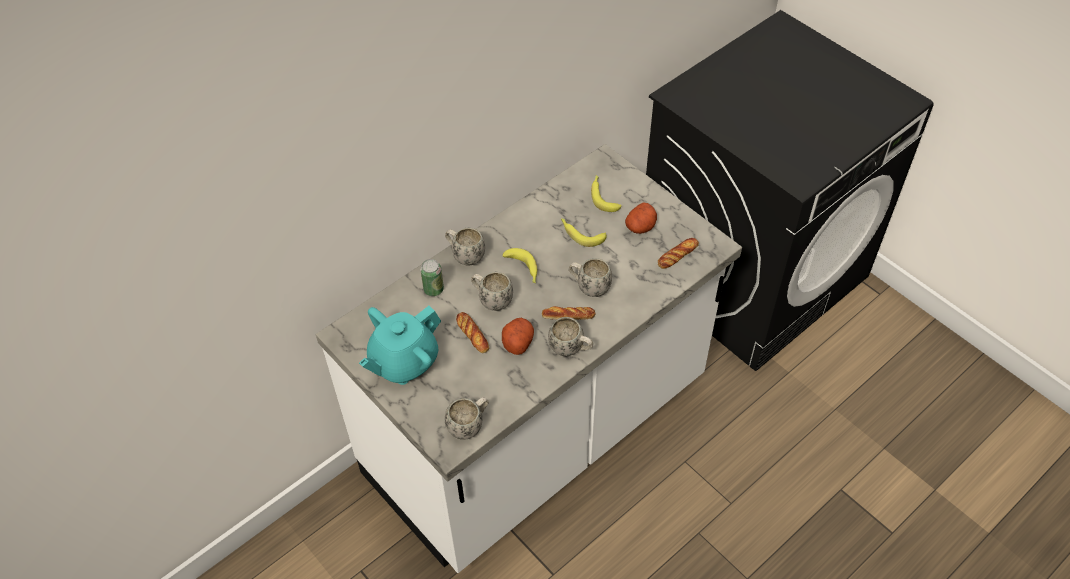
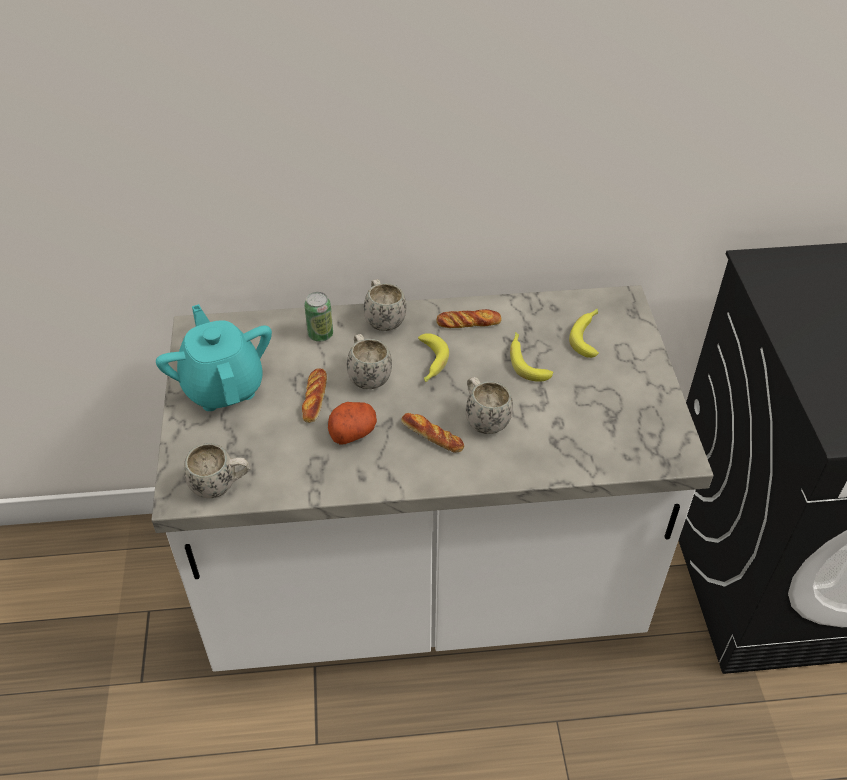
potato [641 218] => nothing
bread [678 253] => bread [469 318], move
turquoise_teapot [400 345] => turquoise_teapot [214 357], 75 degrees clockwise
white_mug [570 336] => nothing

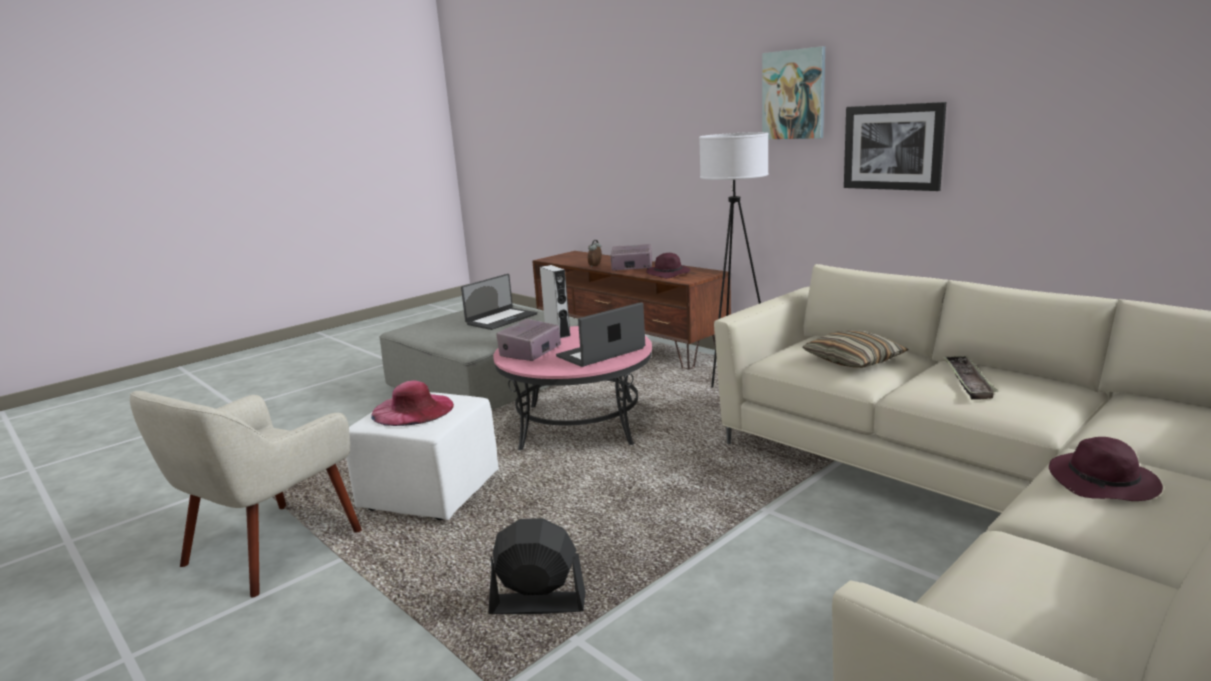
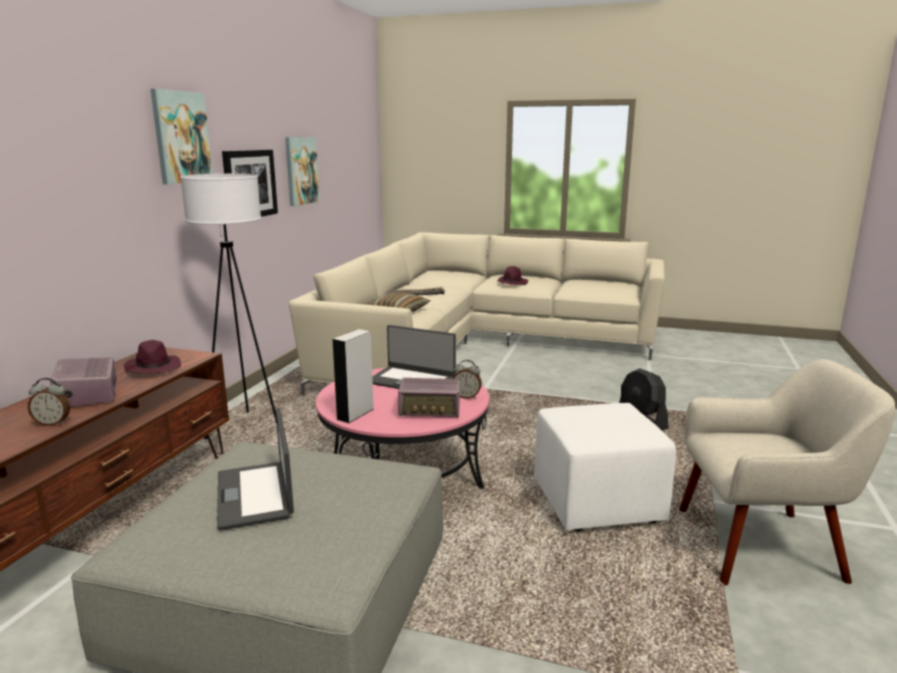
laptop [499 302] => laptop [255 469], 120 degrees counterclockwise
pink_hat [412 403] => nothing
nothing => picture [302 171]
nothing => alarm_clock [467 379]

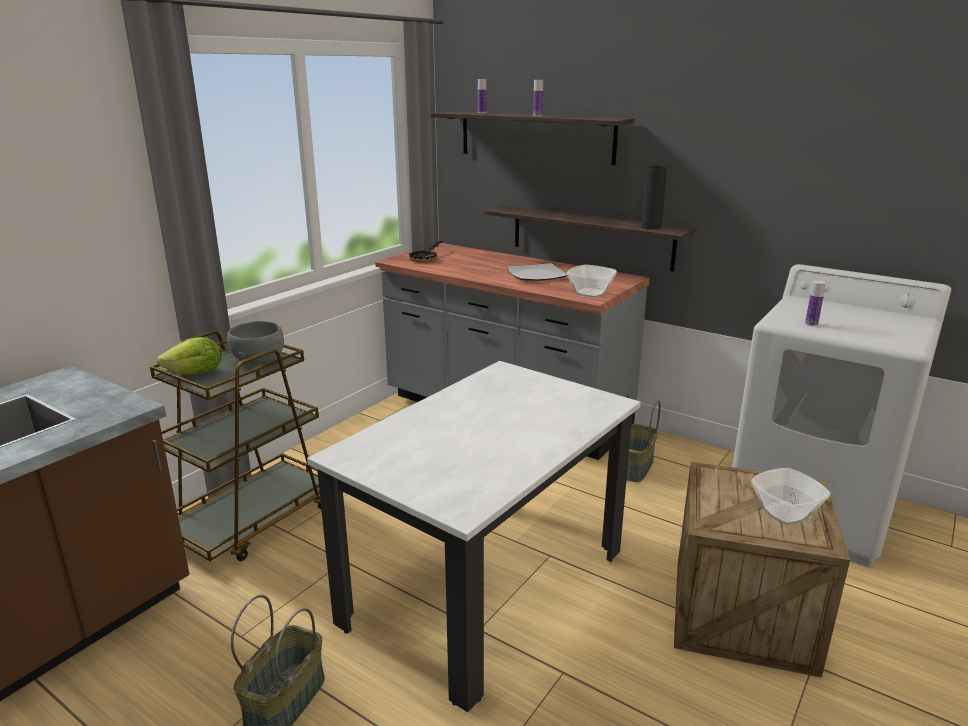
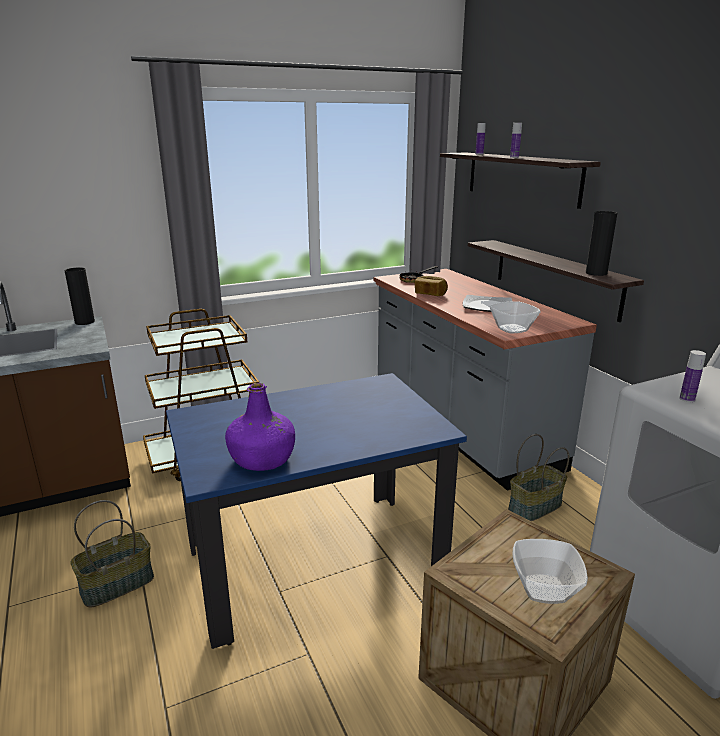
grey_bowl [255 342] => nothing
lettuce [189 356] => nothing
white_dining_table [474 536] => blue_dining_table [316 511]
nothing => black_vase [80 296]
nothing => bread [431 286]
nothing => purple_bottle [260 427]

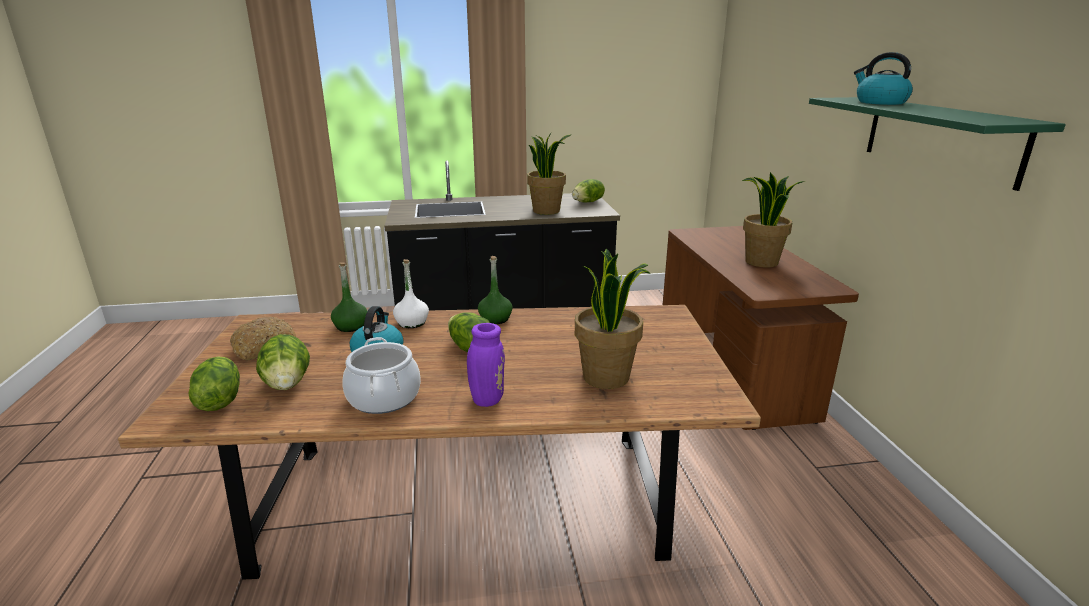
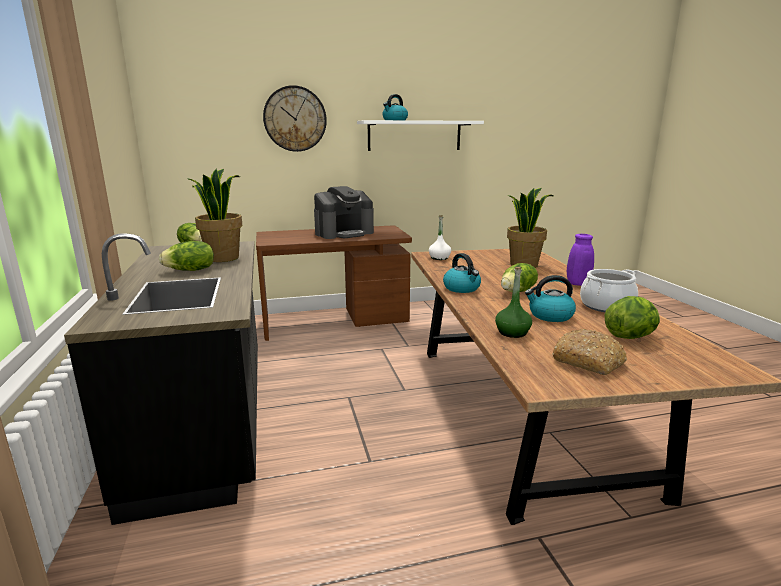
green_shelf [937 144] => white_shelf [420 135]
potted_plant [773 220] => coffee_machine [344 212]
green_bottle [495 290] => kettle [462 273]
white_bottle [411 293] => white_bottle [440 237], move
lettuce [214 383] => lettuce [186 256], move
nothing => wall_clock [295 118]

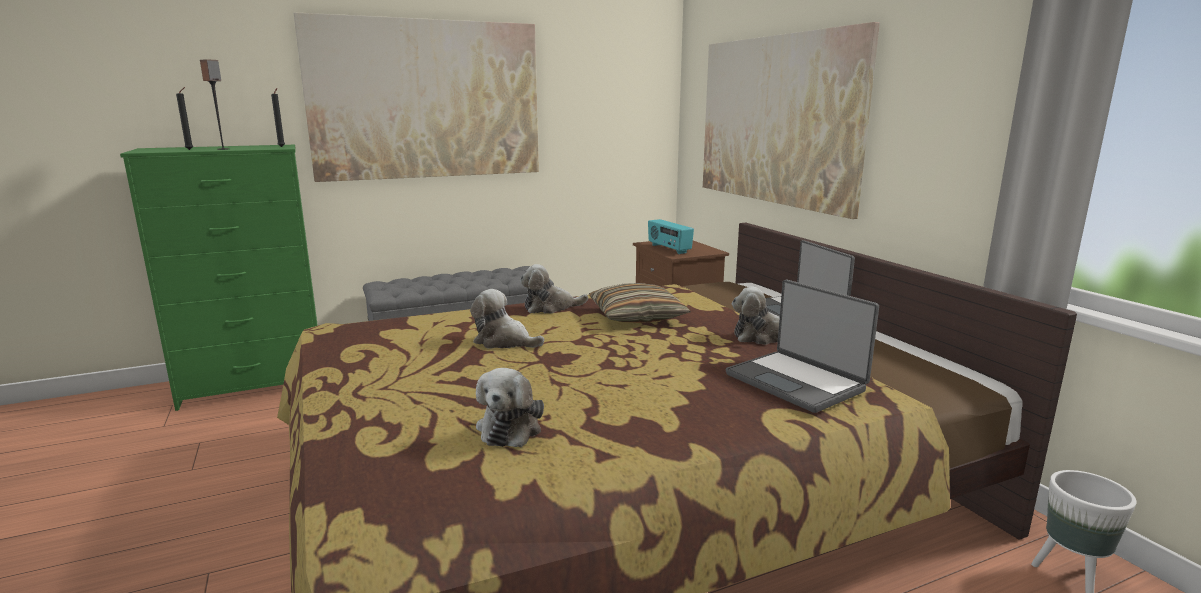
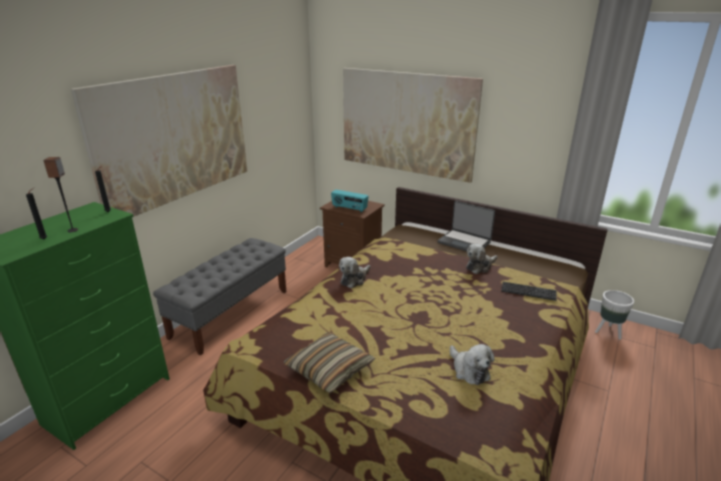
laptop [802 346] => keyboard [529 291]
pillow [639 303] => pillow [329 362], move
plush_toy [507 319] => nothing

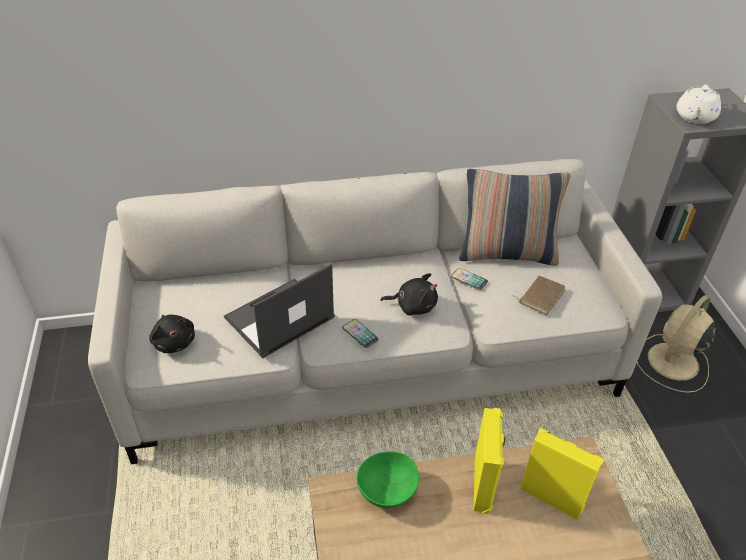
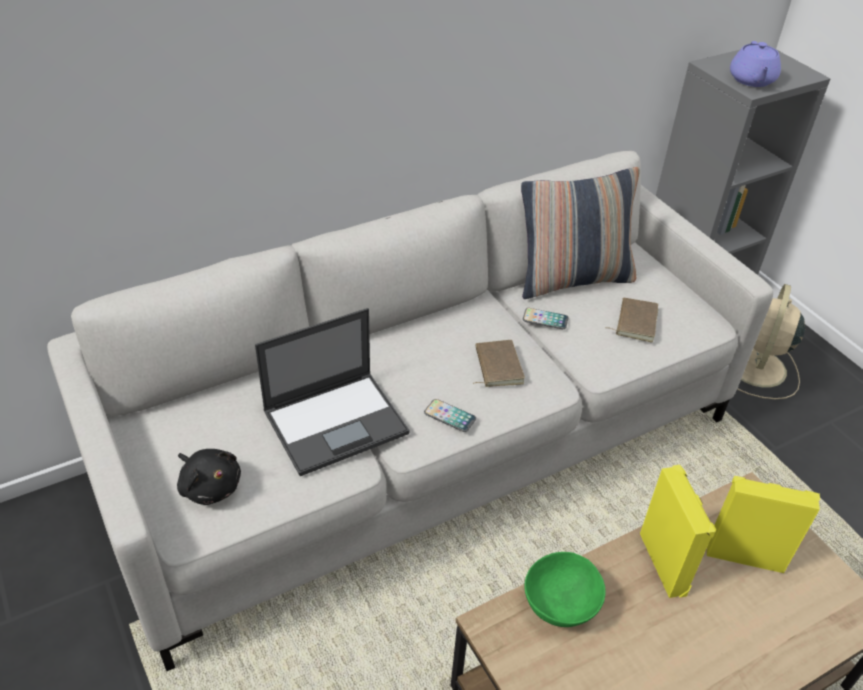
white_teapot [698 104] => purple_teapot [755 64]
laptop [279 311] => laptop [332 392], 150 degrees counterclockwise
black_plush_toy [409 294] => brown_book [499 363]

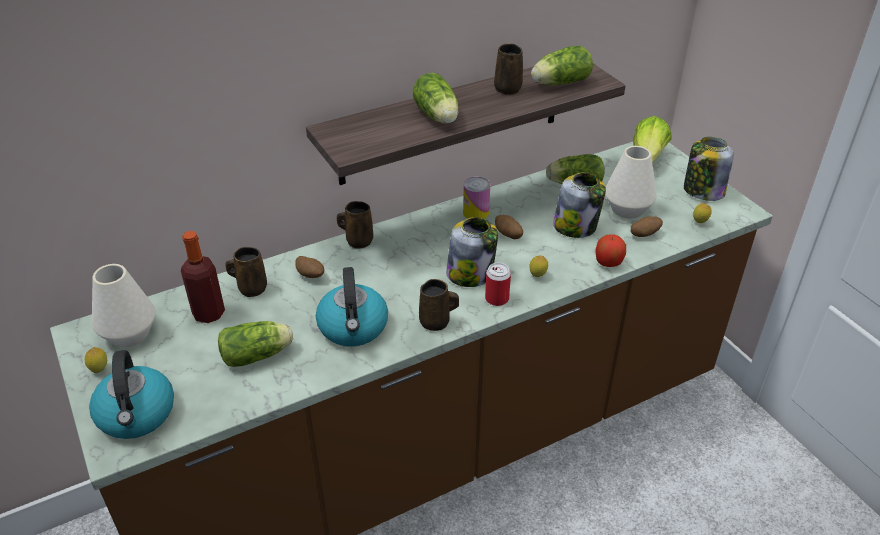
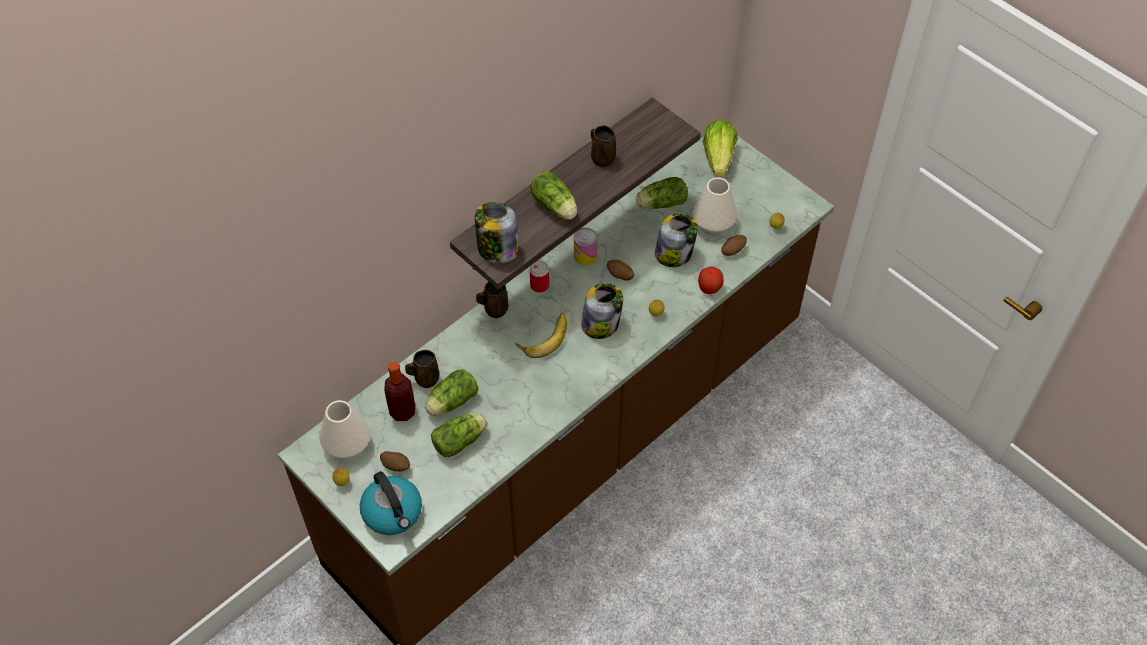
lettuce [562 65] => lettuce [451 392], move
jar [709 169] => jar [497 232], move
potato [309 267] => potato [395 461], move
can [498 284] => can [539 276], move
kettle [352 306] => nothing
brown_mug [439 305] => nothing
nothing => banana [541 335]

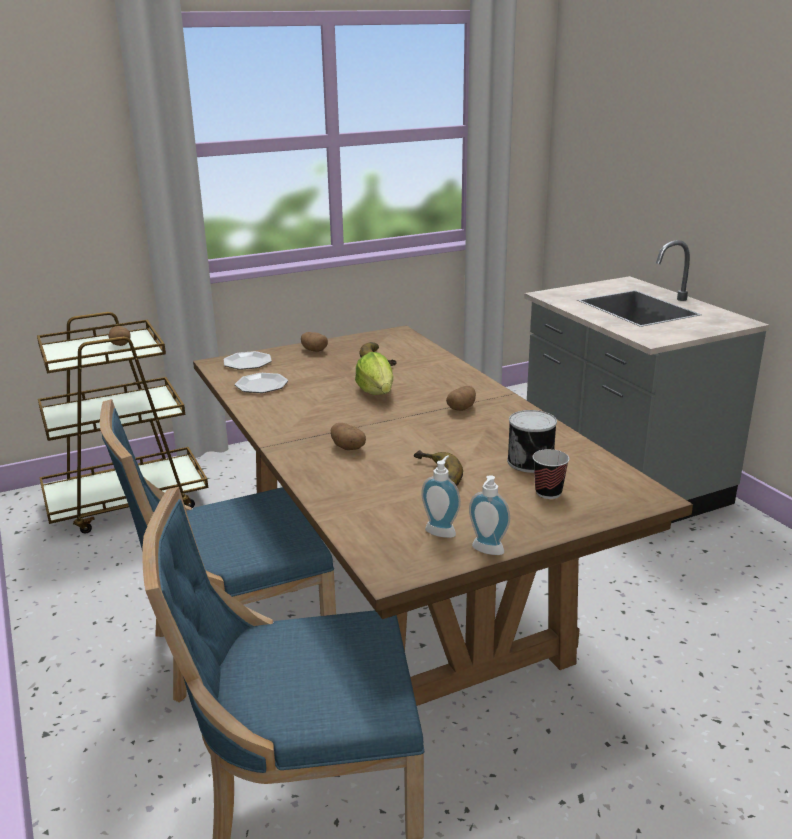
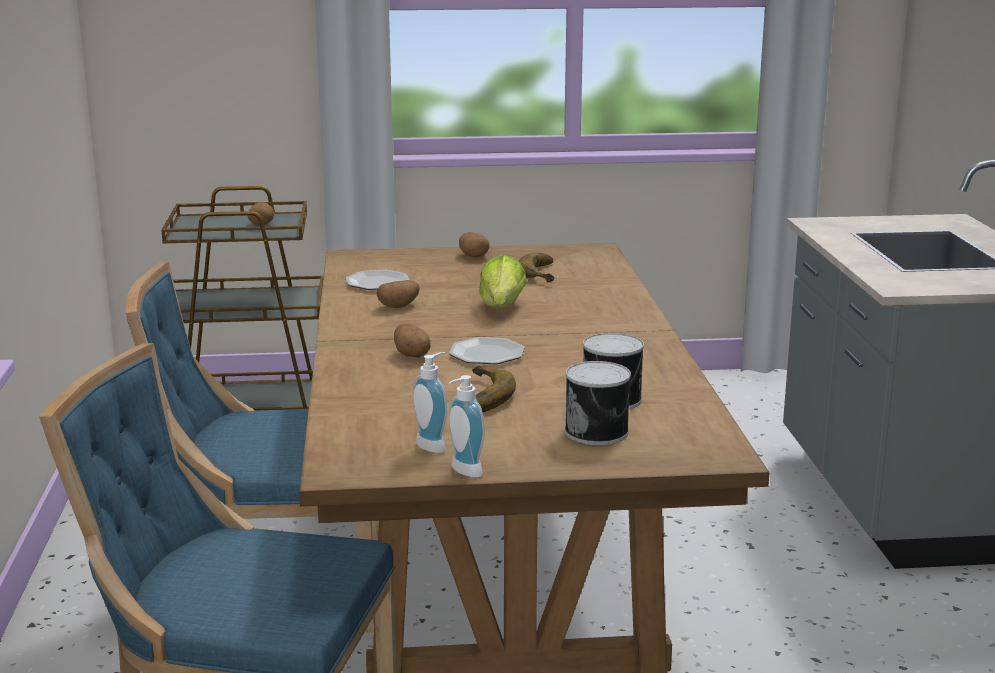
plate [247 360] => plate [487 350], move
potato [461 398] => potato [398 294], move
cup [551 474] => can [598 403]

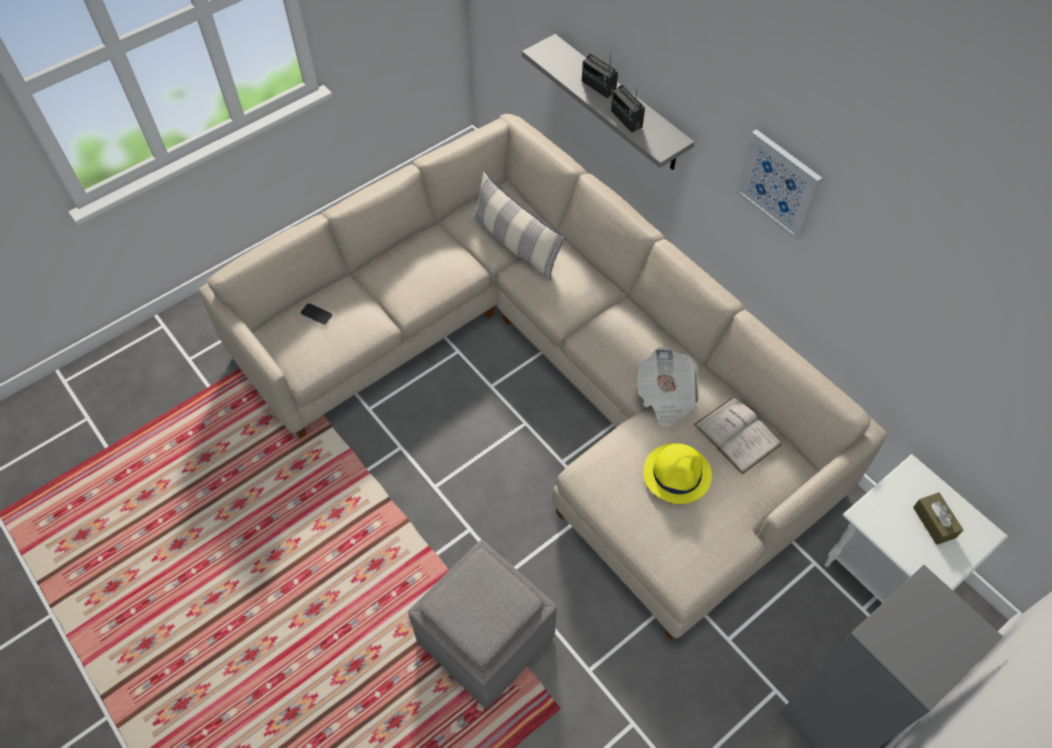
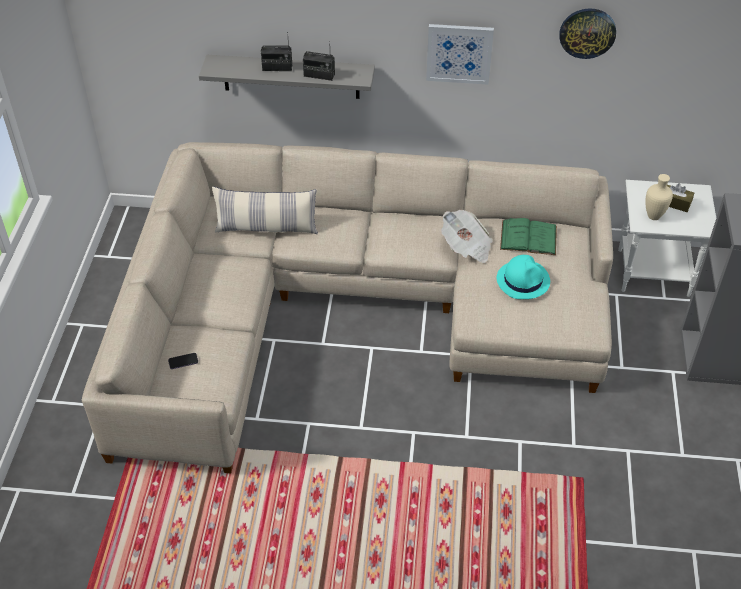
white_book [738 436] => green_book [528 236]
yellow_hat [677 473] => turquoise_hat [523 277]
grey_ottoman [482 624] => nothing
nothing => wall_clock [587 33]
nothing => beige_vase [659 197]

